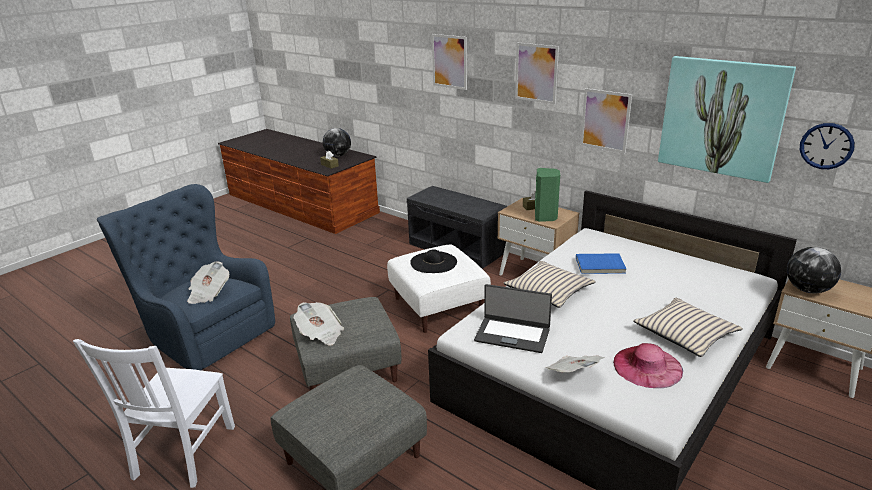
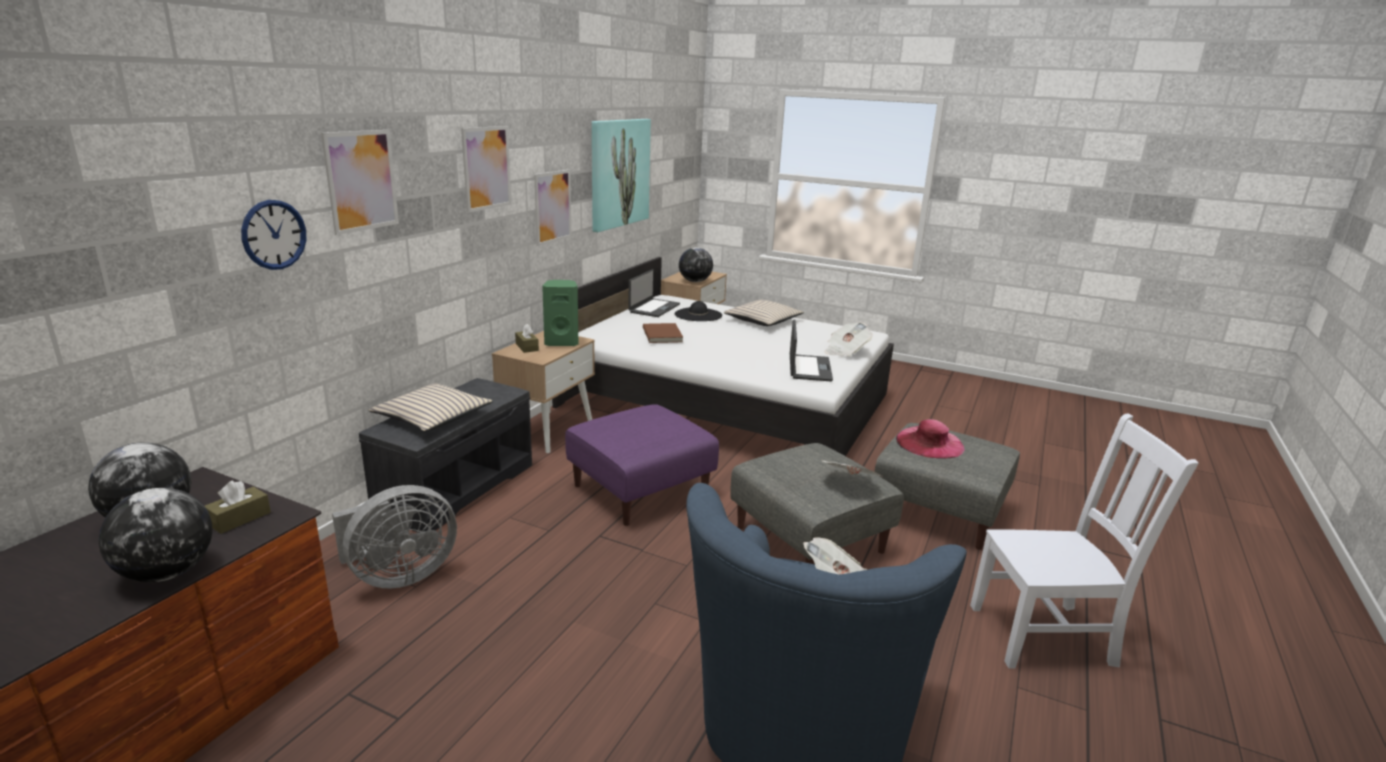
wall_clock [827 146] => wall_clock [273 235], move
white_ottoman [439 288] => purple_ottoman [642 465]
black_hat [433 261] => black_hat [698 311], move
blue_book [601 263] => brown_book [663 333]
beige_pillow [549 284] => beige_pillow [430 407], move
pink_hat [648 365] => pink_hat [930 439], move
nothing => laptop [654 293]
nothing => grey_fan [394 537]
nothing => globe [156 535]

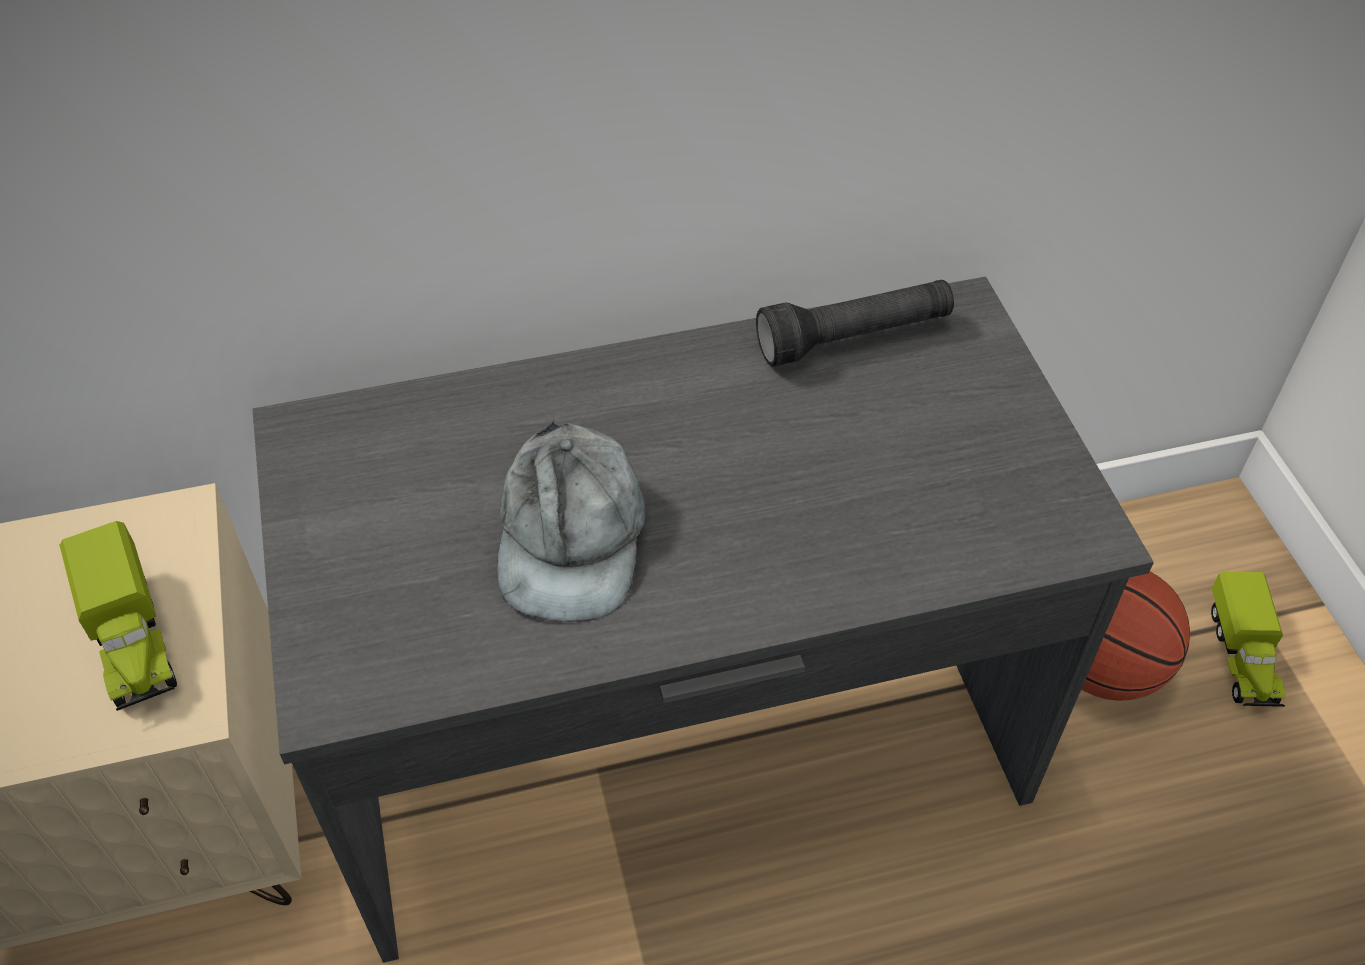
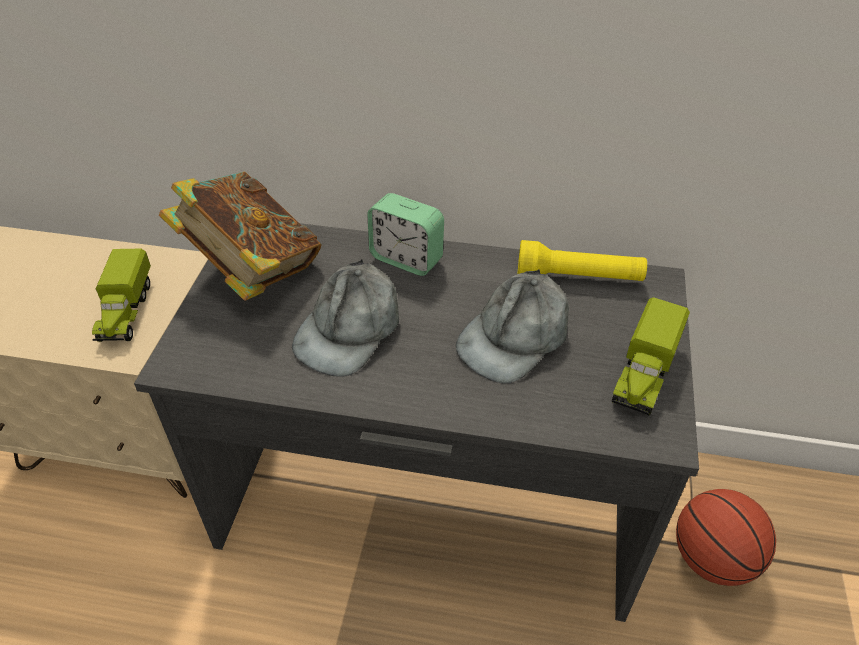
black_flashlight [855 323] => yellow_flashlight [582 260]
toy_truck [1248 639] => toy_truck [650 356], move
nothing => book [240 236]
nothing => alarm_clock [405 234]
nothing => grey_cap [512 326]

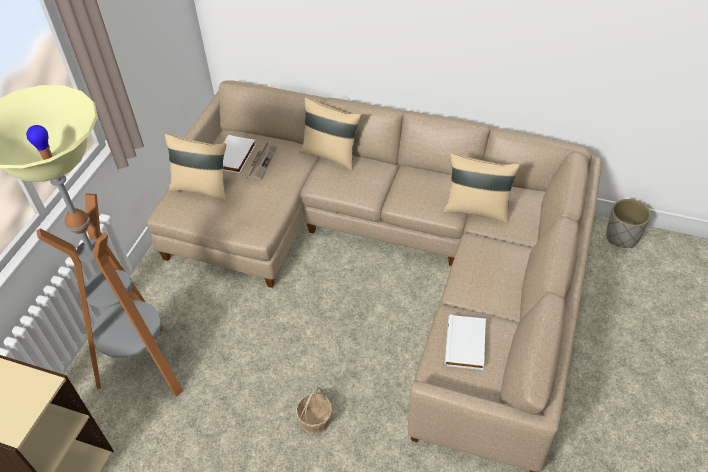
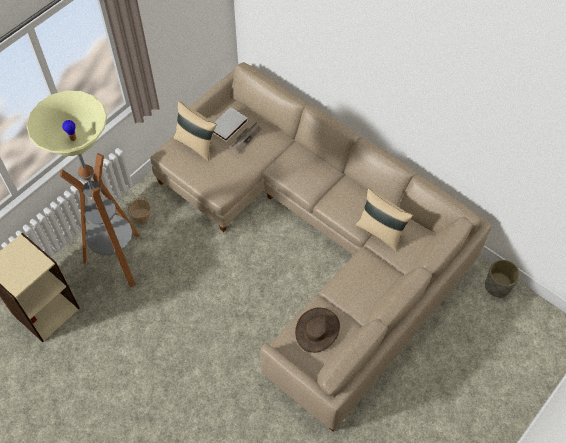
beige_pillow [330 134] => nothing
white_book [465 342] => brown_hat [317 330]
basket [314 410] => basket [139 210], move

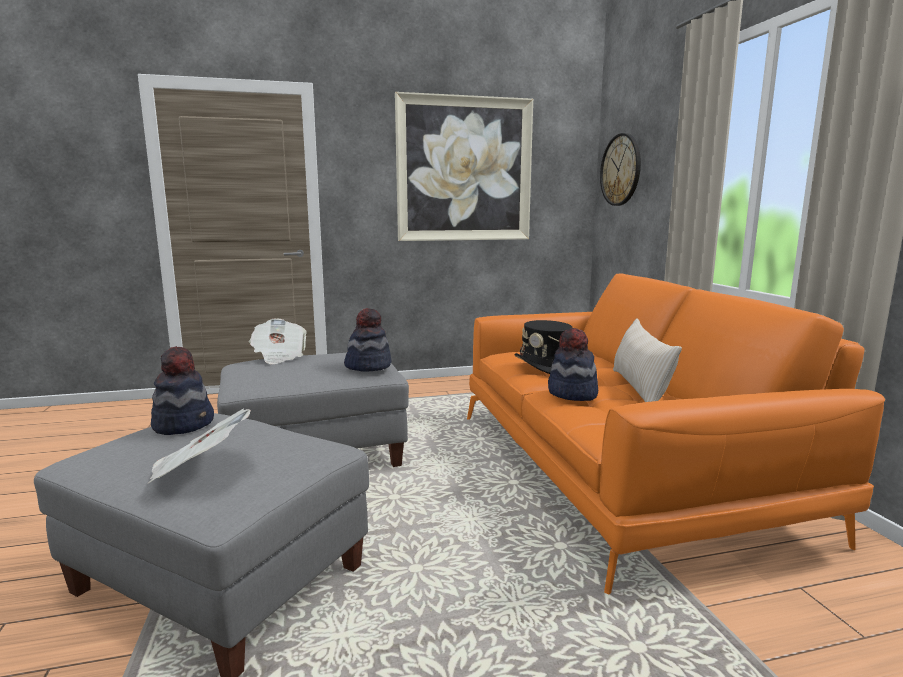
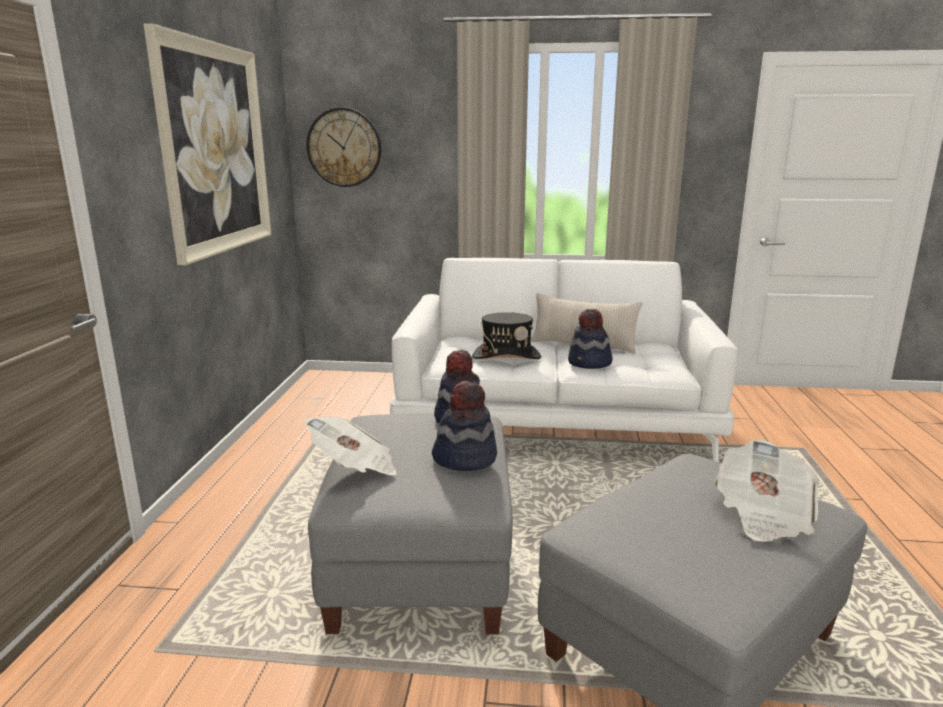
orange_sofa [676 434] => white_sofa [564 360]
hat [182 390] => hat [464 426], move

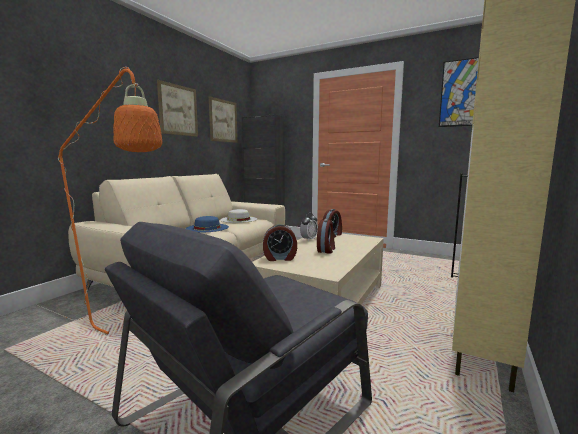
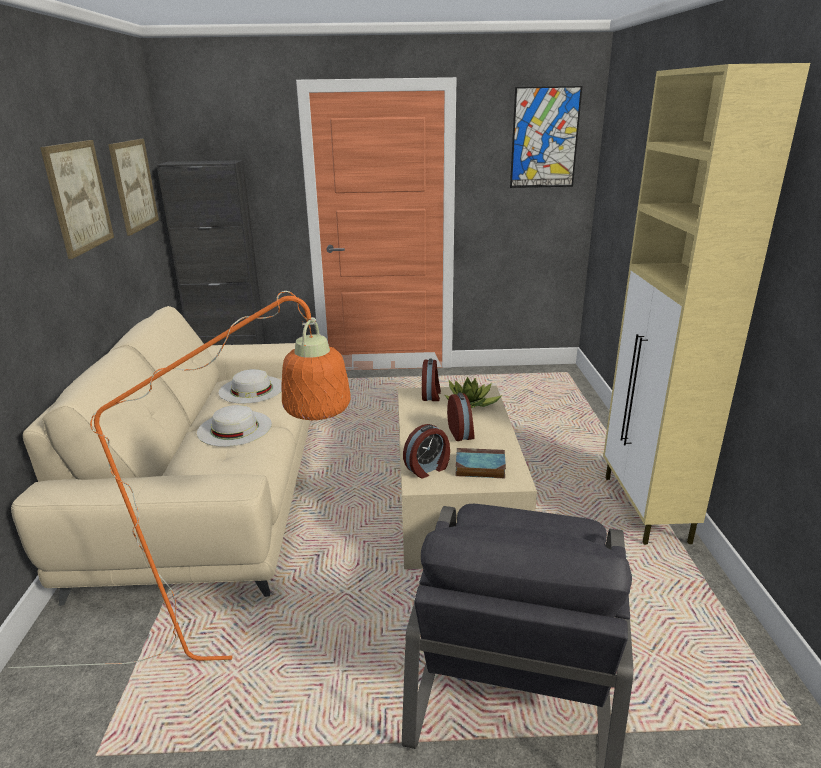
alarm_clock [309 227] => nothing
blue_hat [207 224] => white_hat [234 426]
nothing => potted_plant [474 392]
nothing => book [480 463]

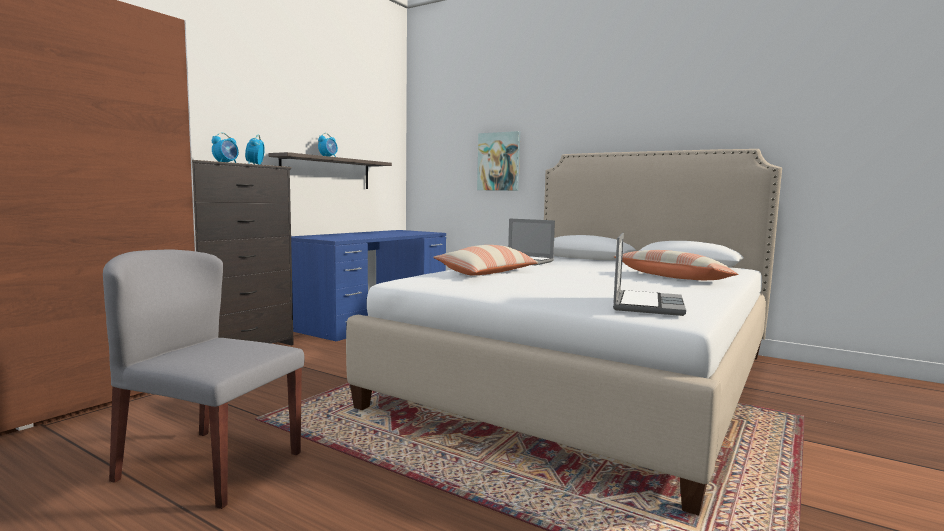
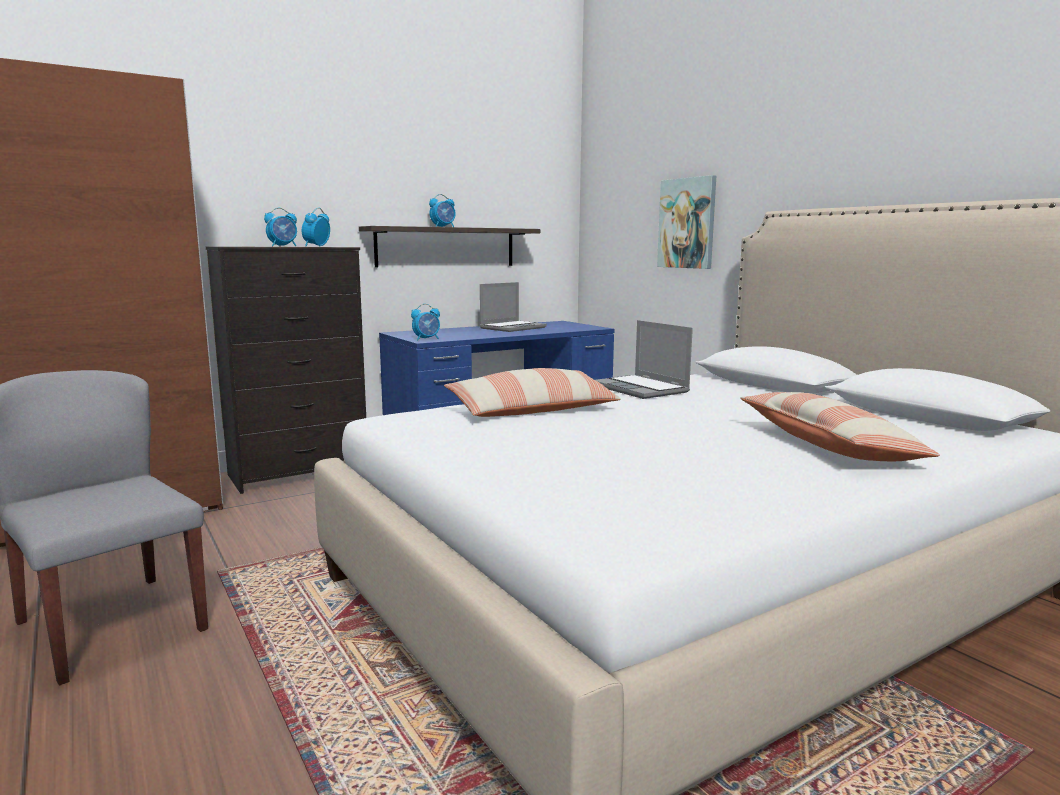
laptop [649 274] => laptop [513 307], move
nothing => alarm_clock [425 322]

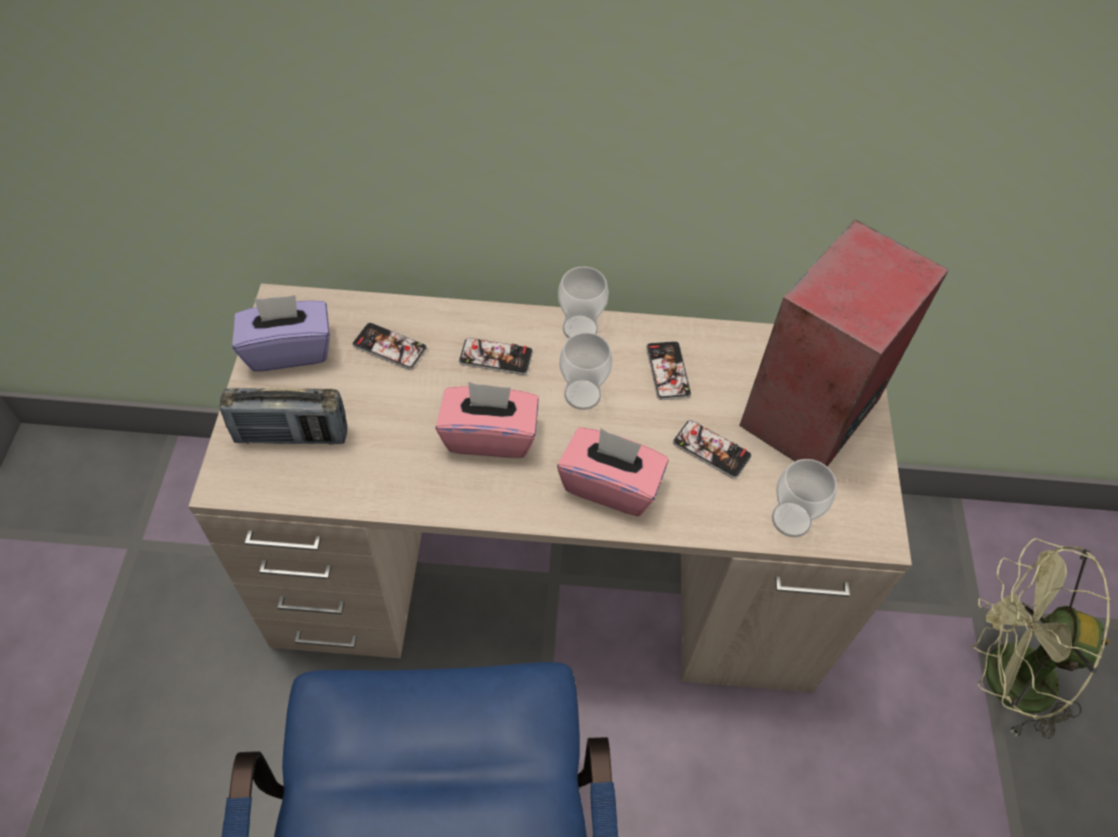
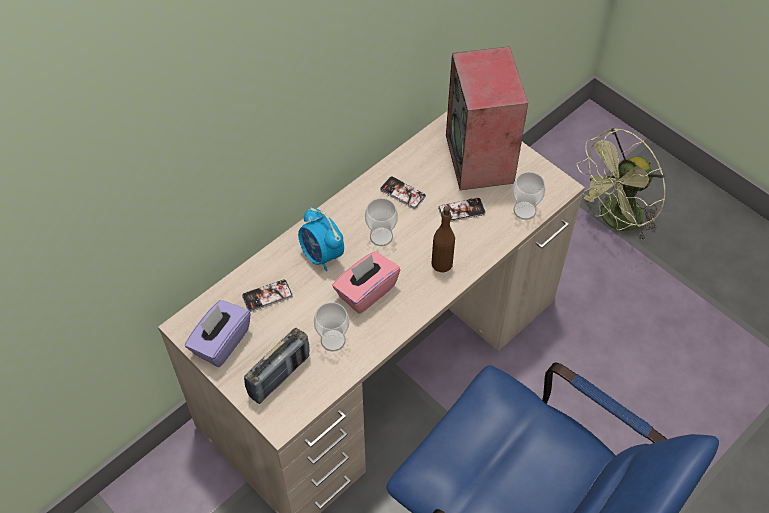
cup [583 303] => cup [331 327], move
phone [496 356] => alarm_clock [321 239]
pink_tissue_box [612 471] => brown_bottle [443 239]

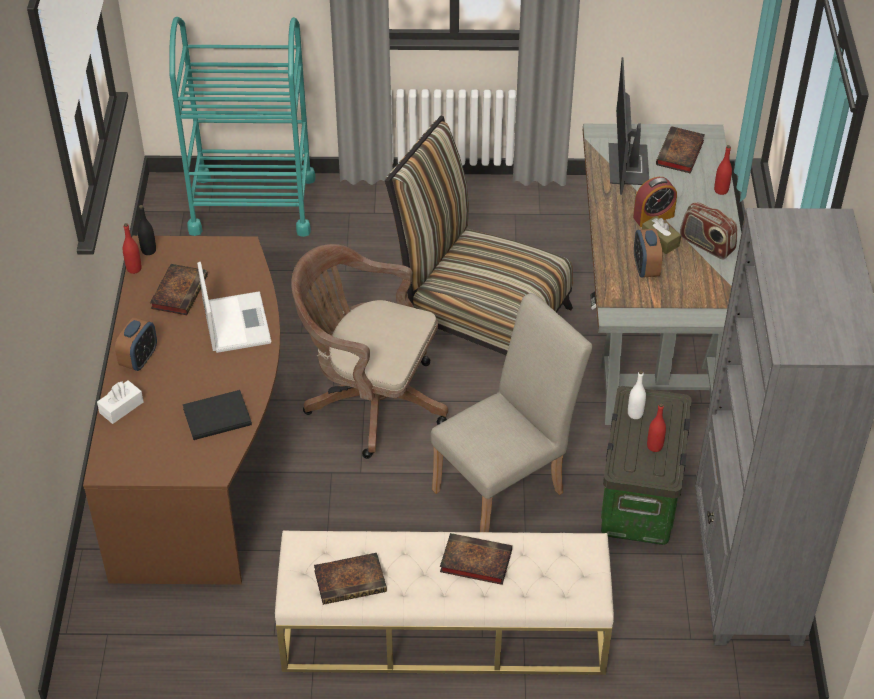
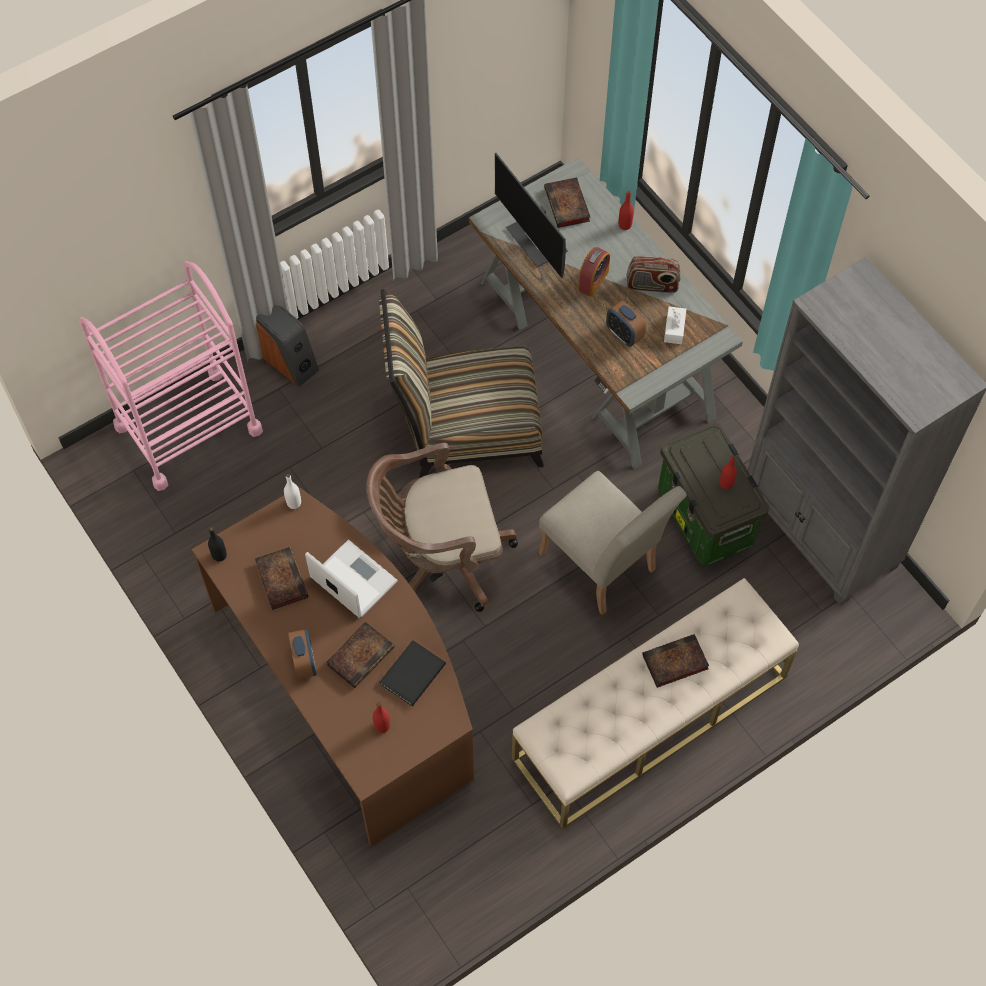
turquoise_cart [242 127] => pink_cart [171 376]
brown_tissue_box [661 235] => nothing
red_bottle [132 248] => red_bottle [381 717], move
beige_chair [512 412] => beige_chair [613 543], 120 degrees clockwise
white_bottle [637 395] => white_bottle [292 491], move
white_tissue_box [120 402] => white_tissue_box [675 325], move
book [350 579] => book [360 655], move
nothing => speaker [287 346]

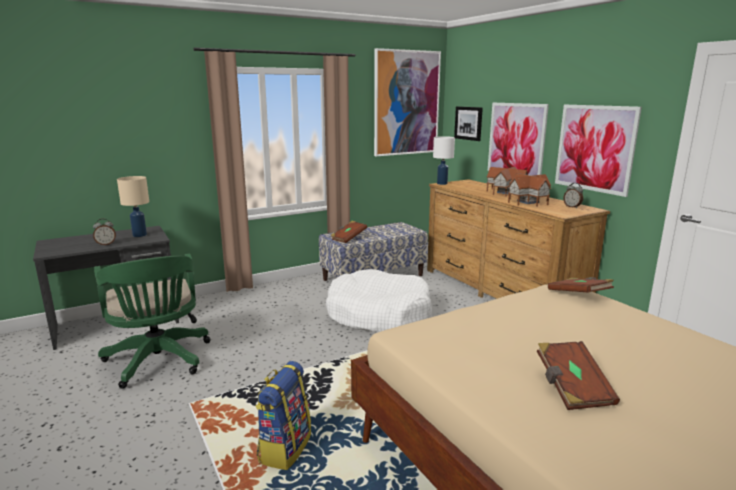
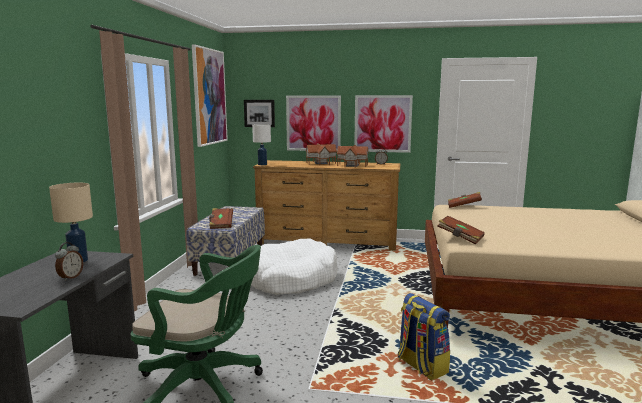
brown_book [578 375] => brown_book [461 230], move

